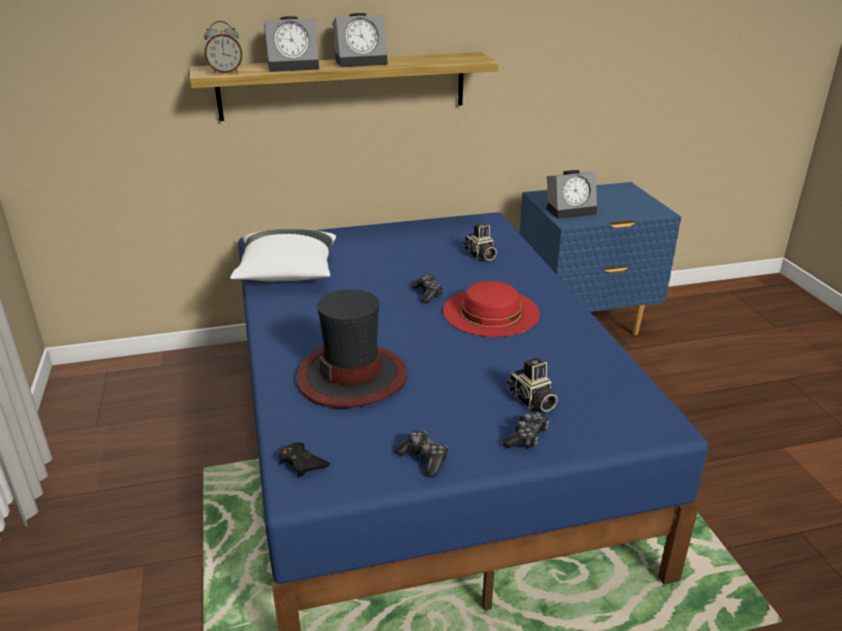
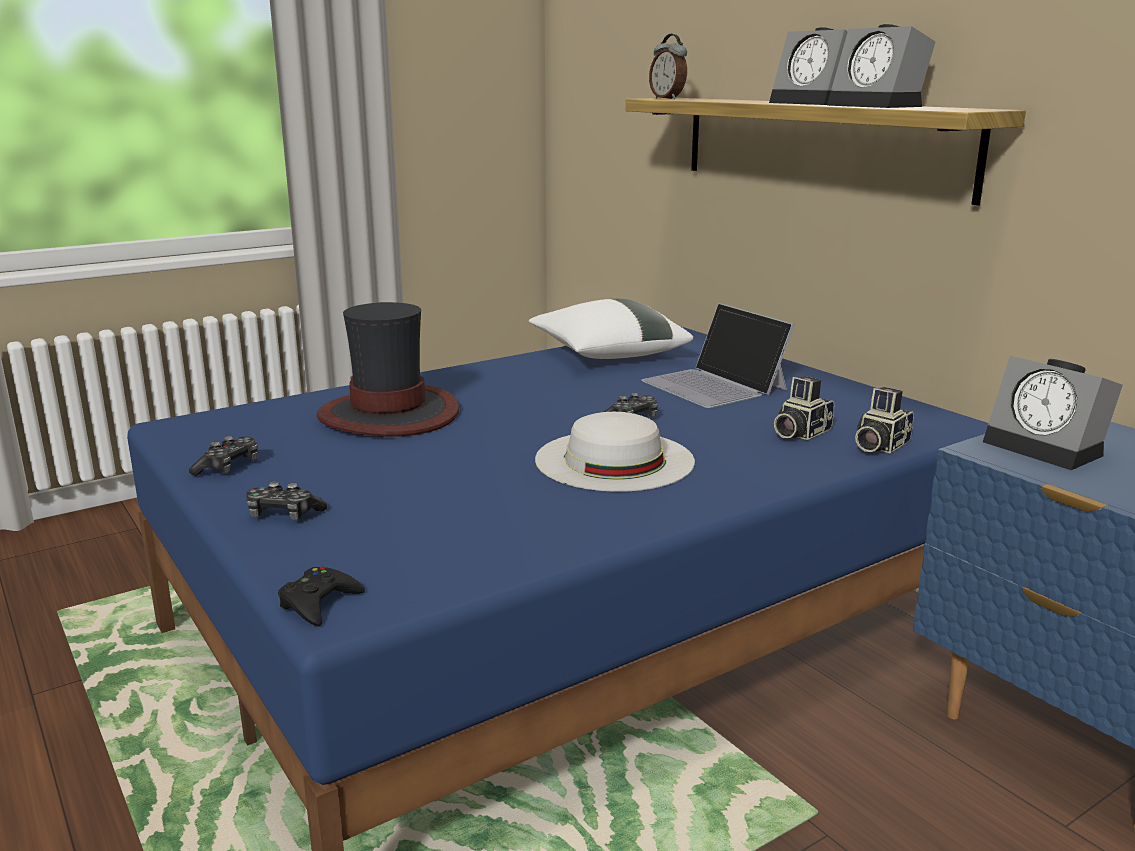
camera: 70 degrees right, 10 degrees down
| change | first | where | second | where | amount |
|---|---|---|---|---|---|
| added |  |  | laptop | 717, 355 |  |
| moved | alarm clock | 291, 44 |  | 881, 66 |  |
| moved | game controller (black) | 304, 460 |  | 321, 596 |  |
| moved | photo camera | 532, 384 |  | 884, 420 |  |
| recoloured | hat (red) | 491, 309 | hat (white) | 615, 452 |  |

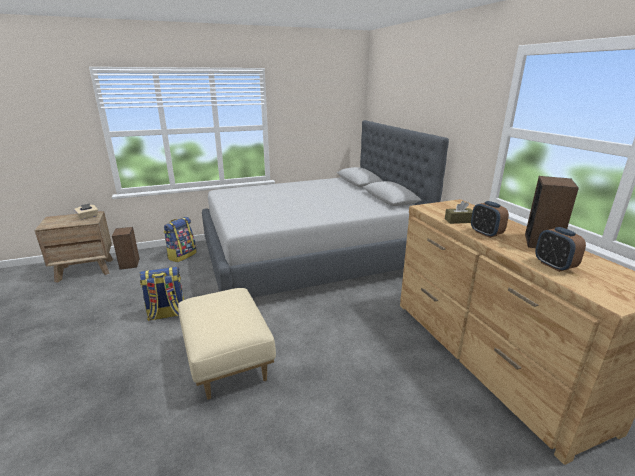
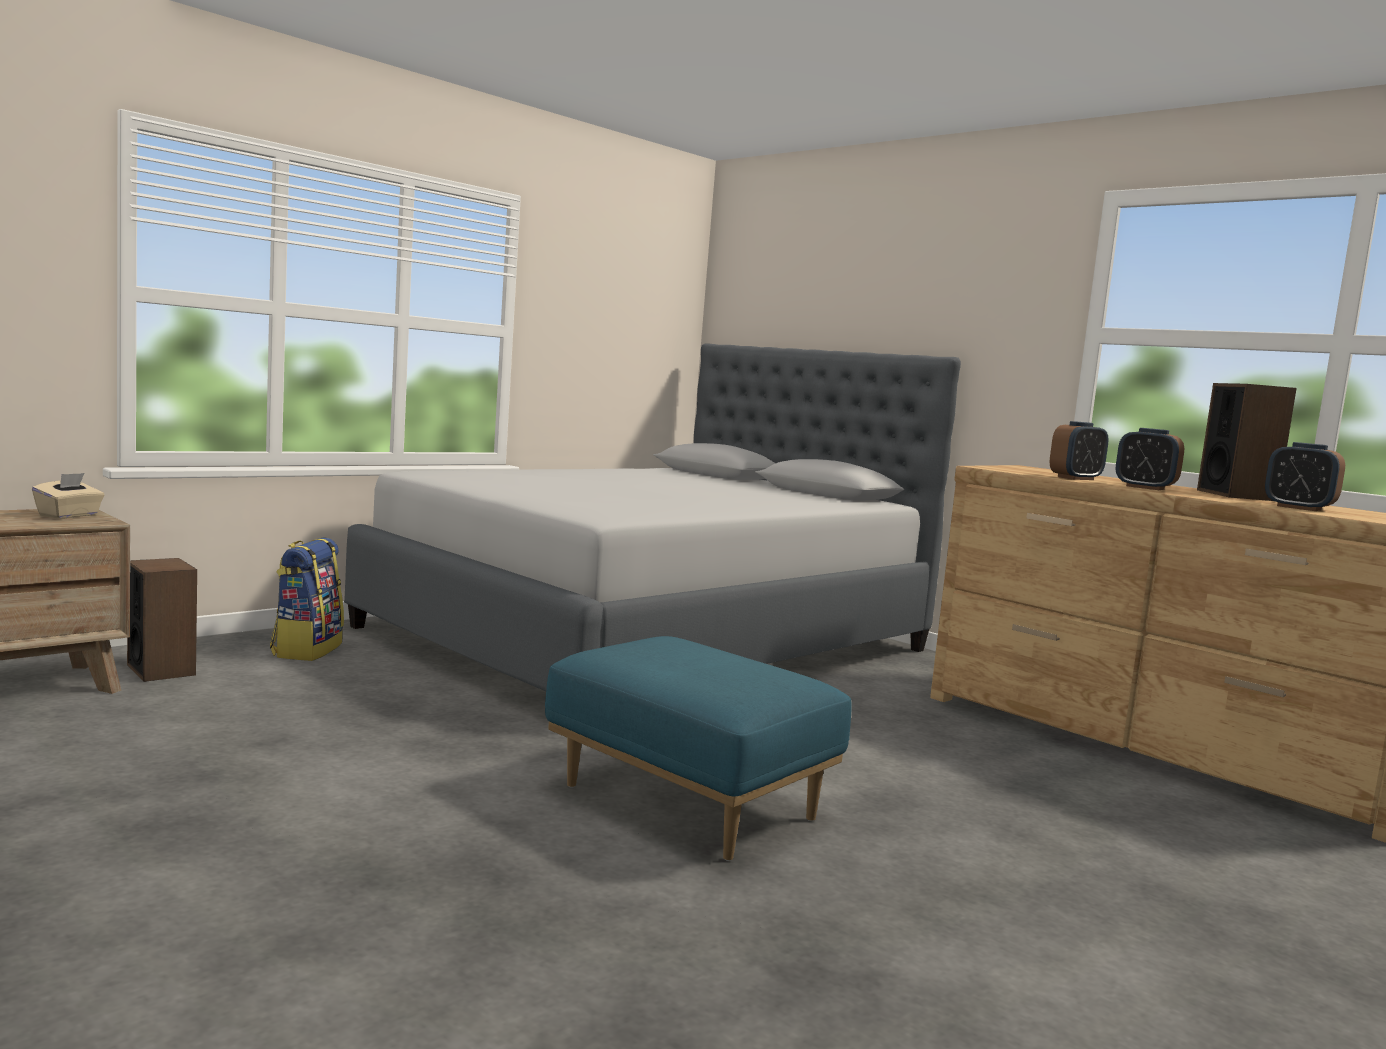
camera: 25 degrees left, 15 degrees down
| change | first | where | second | where | amount |
|---|---|---|---|---|---|
| removed | backpack | 161, 294 |  |  |  |
| replaced | tissue box (brown) | 459, 212 | alarm clock | 1079, 450 |  |
| recoloured | ottoman (beige) | 227, 344 | ottoman (blue) | 698, 748 |  |

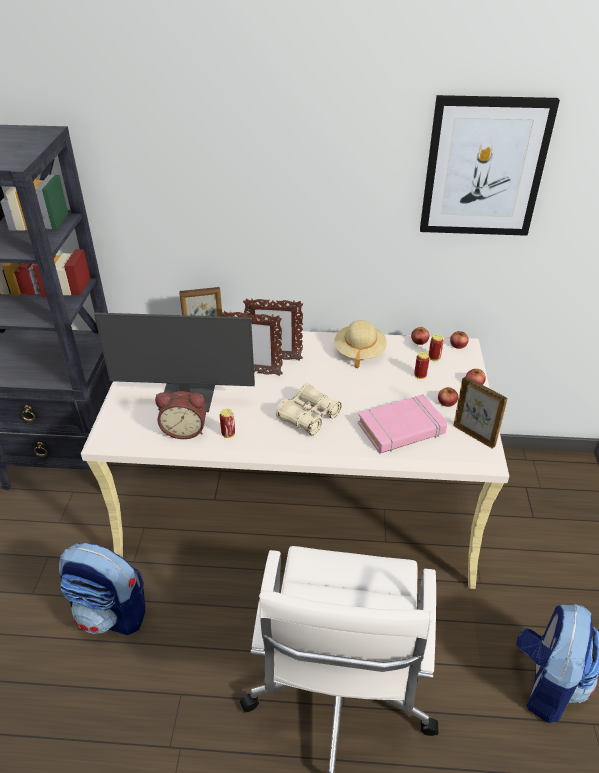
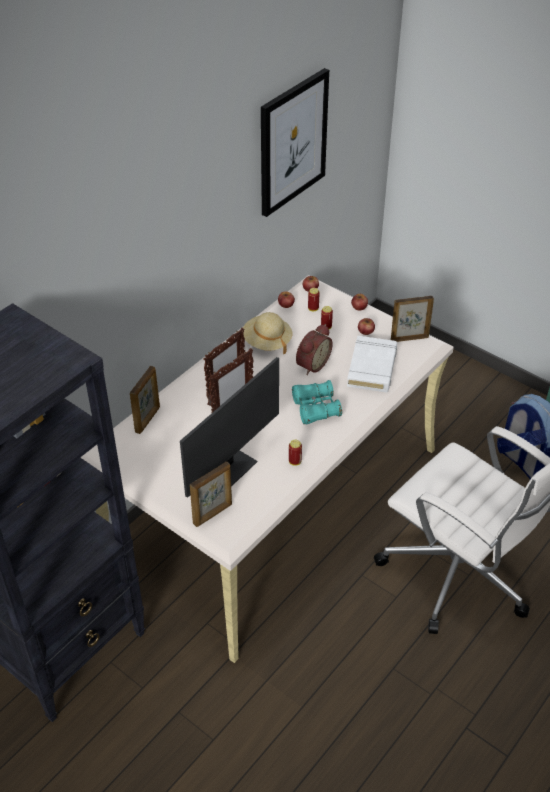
camera: 55 degrees left, 5 degrees up
| change | first | where | second | where | amount |
|---|---|---|---|---|---|
| removed | backpack | 102, 589 |  |  |  |
| added |  |  | picture frame | 211, 494 |  |
| moved | alarm clock | 180, 415 |  | 314, 349 |  |
| recoloured | binoculars (beige) | 308, 409 | binoculars (turquoise) | 317, 402 |  |
| recoloured | book (pink) | 402, 424 | book (white) | 372, 364 |  |

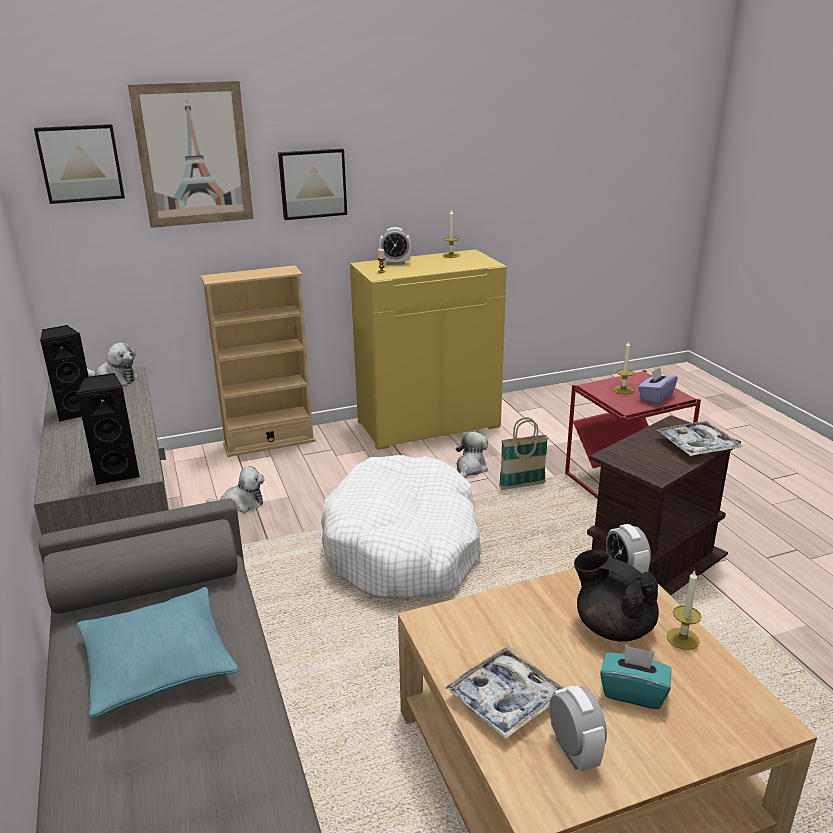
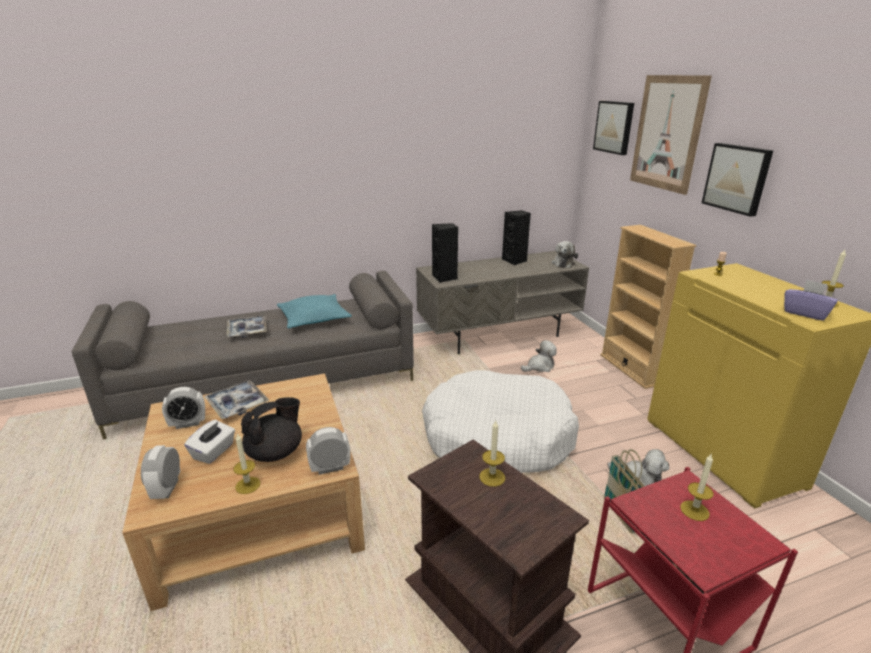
camera: 90 degrees right, 0 degrees up
| change | first | where | second | where | amount |
|---|---|---|---|---|---|
| added |  |  | candle | 492, 454 |  |
| moved | alarm clock | 395, 246 |  | 160, 472 |  |
| moved | tissue box (purple) | 658, 386 |  | 811, 300 |  |
| moved | tray | 699, 438 |  | 247, 326 |  |
| recoloured | tissue box (turquoise) | 635, 677 | tissue box (white) | 209, 442 |  |
| turned | plush toy | 235, 489 |  | 539, 356 | 105 degrees counterclockwise |

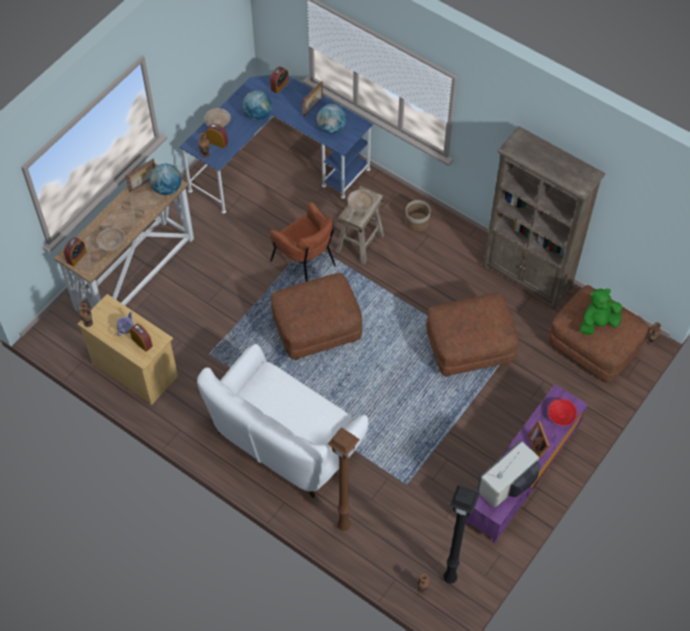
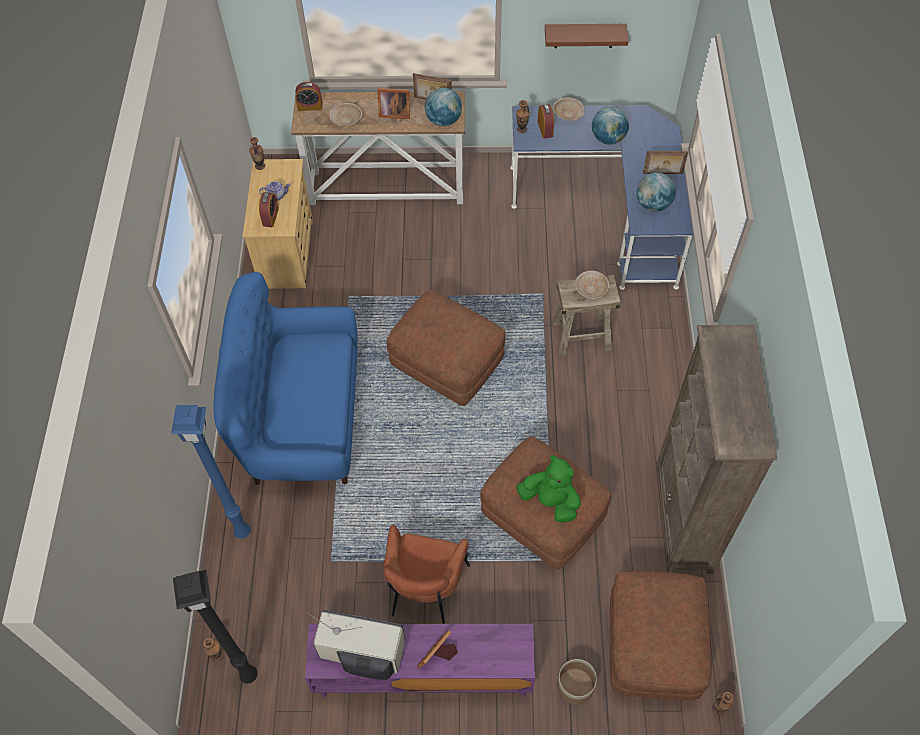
camera: 55 degrees right, 0 degrees up
| change | first | where | second | where | amount |
|---|---|---|---|---|---|
| removed | alarm clock | 279, 80 |  |  |  |
| removed | bowl (red) | 562, 412 |  |  |  |
| added |  |  | picture frame | 393, 103 |  |
| added |  |  | shelf (brown) | 586, 36 |  |
| moved | armchair (brown) | 303, 242 |  | 426, 574 |  |
| moved | planter | 418, 216 |  | 577, 682 |  |
| moved | plush toy (green) | 601, 311 |  | 548, 489 |  |
| recoloured | sofa (white) | 283, 421 | sofa (blue) | 286, 378 |  |
| recoloured | floor lamp (brown) | 344, 479 | floor lamp (blue) | 211, 472 |  |

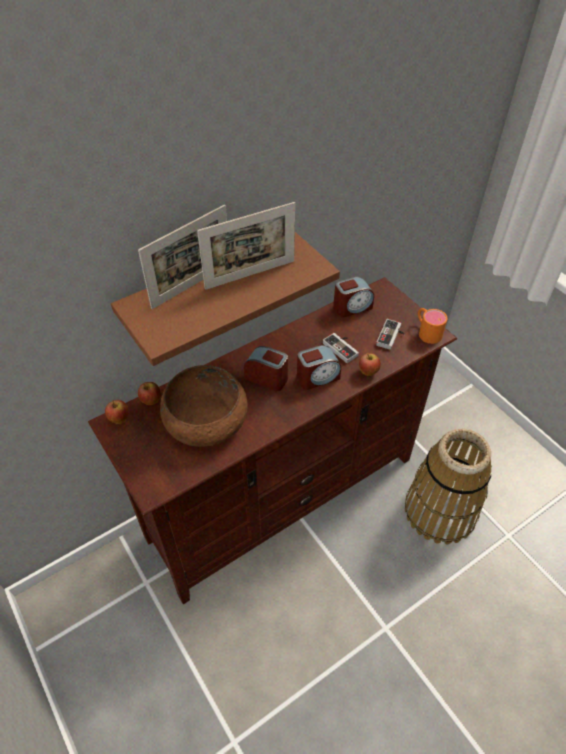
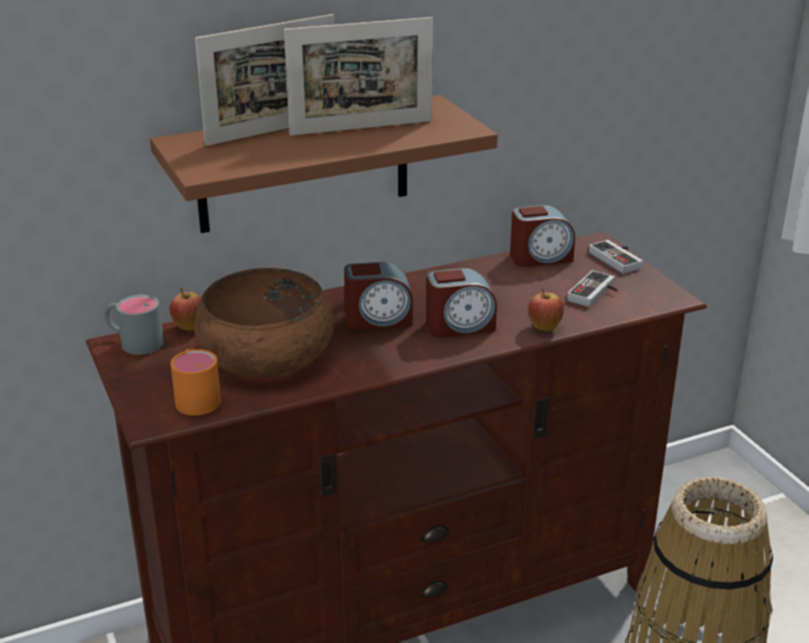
camera: 10 degrees right, 20 degrees down
| change | first | where | second | where | amount |
|---|---|---|---|---|---|
| moved | game controller | 341, 348 |  | 616, 257 |  |
| moved | mug (orange) | 432, 326 |  | 195, 382 |  |
| replaced | apple | 117, 412 | mug (grey) | 134, 324 |  |
| turned | alarm clock | 266, 368 |  | 378, 296 | 135 degrees clockwise |

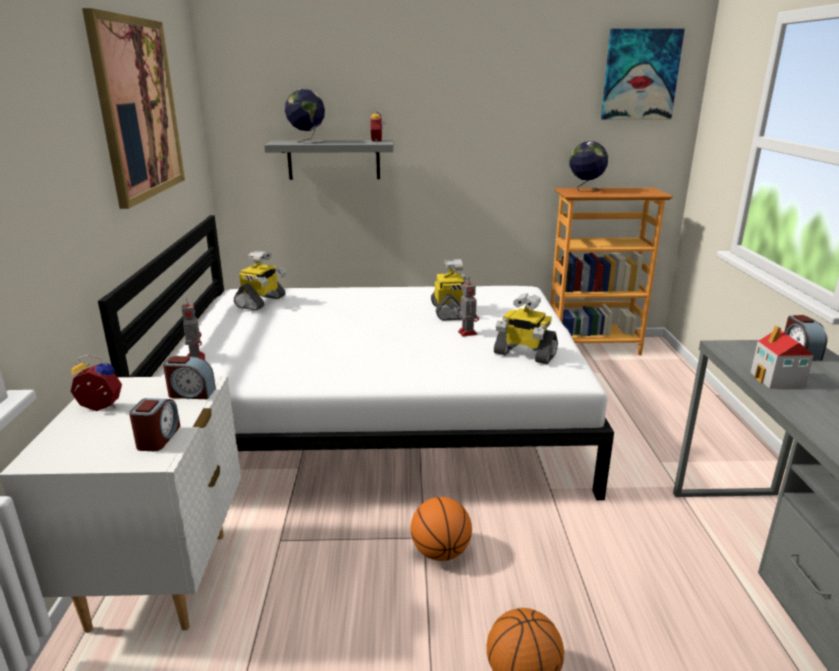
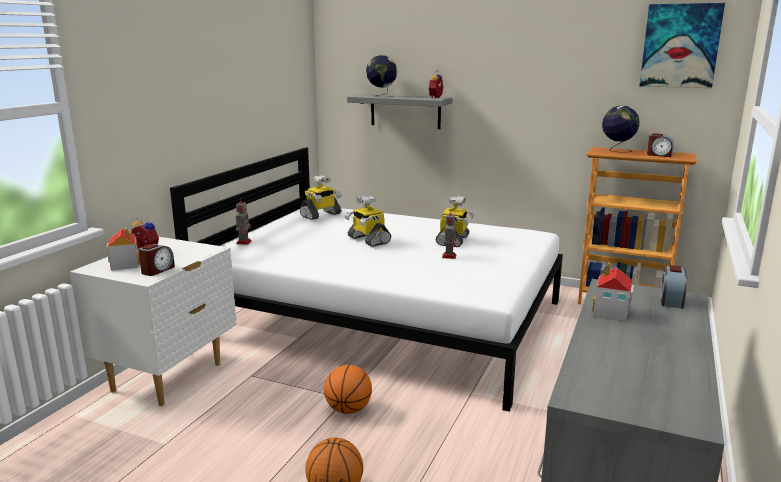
camera: 25 degrees right, 5 degrees down
| change | first | where | second | where | amount |
|---|---|---|---|---|---|
| removed | picture | 133, 108 |  |  |  |
| added |  |  | toy house | 123, 249 |  |
| moved | alarm clock | 189, 377 |  | 660, 145 |  |
| moved | toy robot | 526, 328 |  | 367, 221 |  |

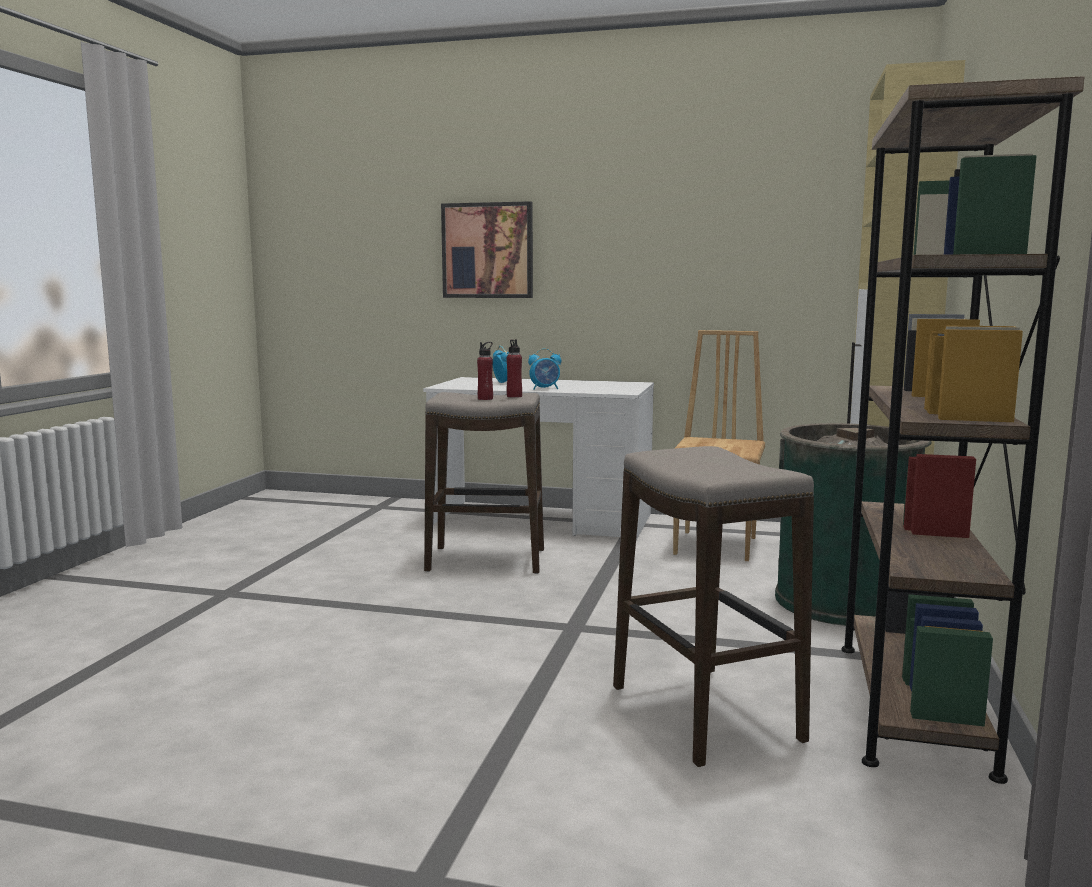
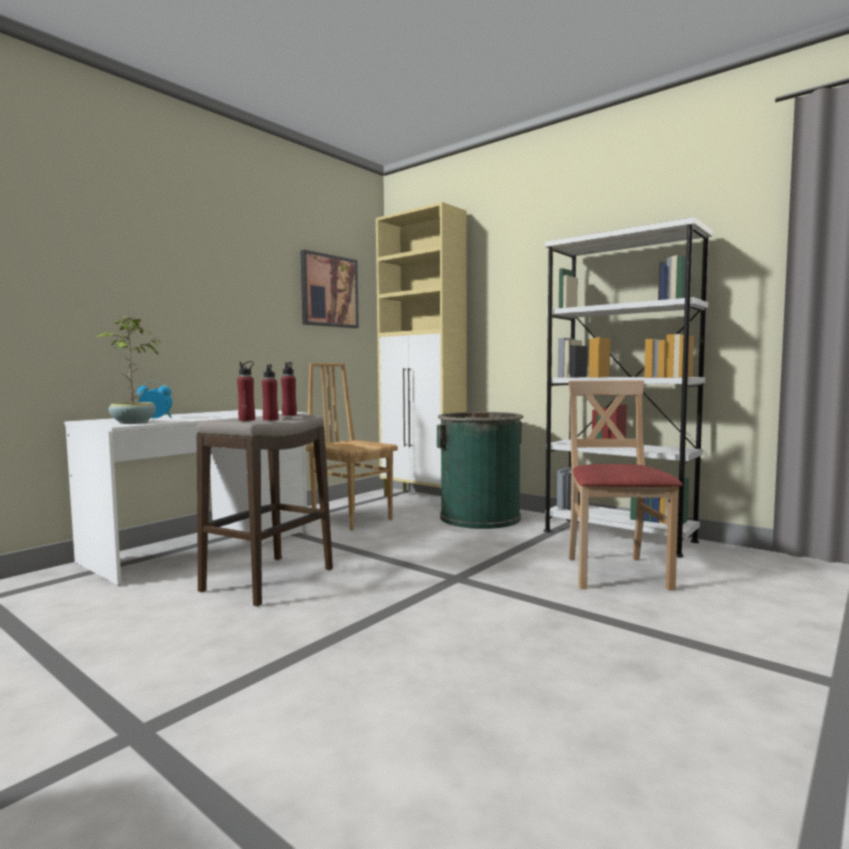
camera: 65 degrees left, 5 degrees down
| change | first | where | second | where | amount |
|---|---|---|---|---|---|
| removed | alarm clock | 544, 369 |  |  |  |
| added |  |  | potted plant | 128, 370 |  |
| added |  |  | bottle (red) | 246, 391 |  |
| moved | picture | 487, 249 |  | 329, 289 |  |
| replaced | stool | 713, 606 | chair (beige) | 625, 485 |  |
| recoloured | bookcase (brown) | 963, 430 | bookcase (white) | 628, 387 |  |

